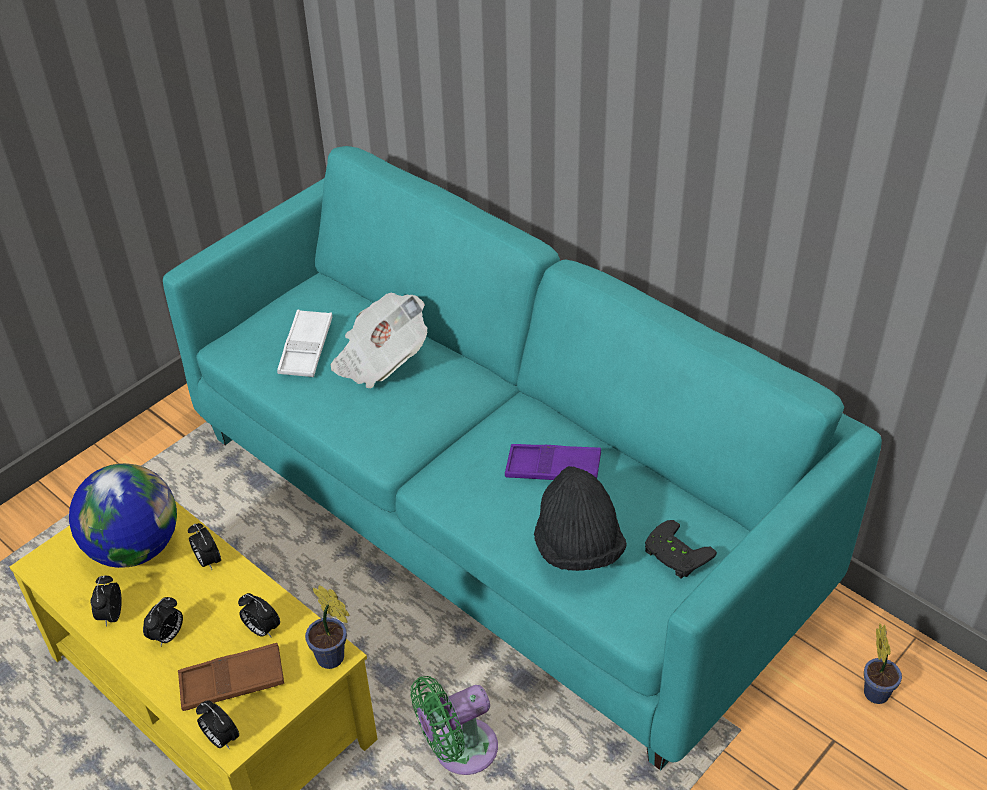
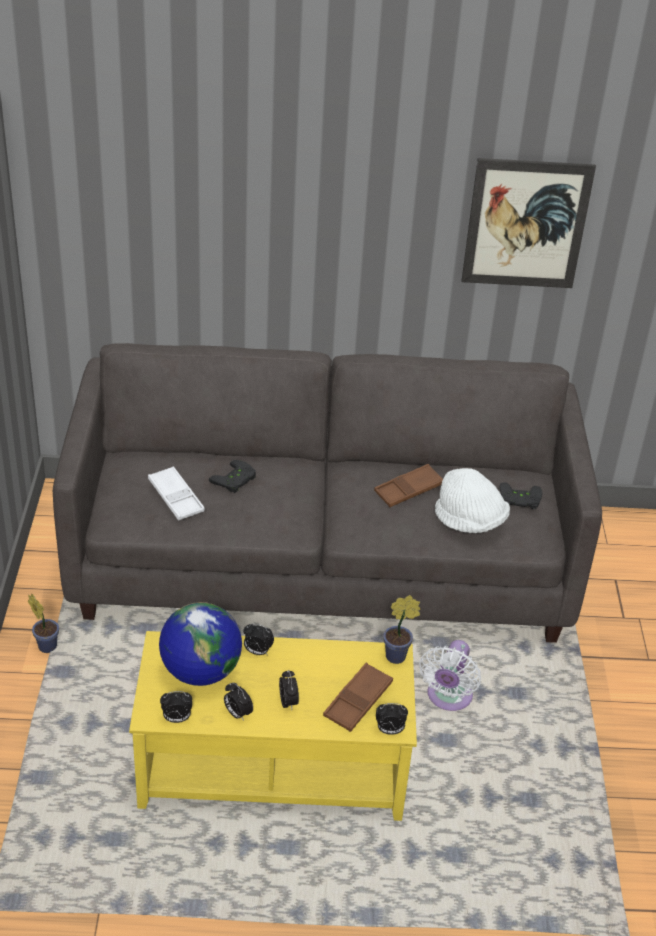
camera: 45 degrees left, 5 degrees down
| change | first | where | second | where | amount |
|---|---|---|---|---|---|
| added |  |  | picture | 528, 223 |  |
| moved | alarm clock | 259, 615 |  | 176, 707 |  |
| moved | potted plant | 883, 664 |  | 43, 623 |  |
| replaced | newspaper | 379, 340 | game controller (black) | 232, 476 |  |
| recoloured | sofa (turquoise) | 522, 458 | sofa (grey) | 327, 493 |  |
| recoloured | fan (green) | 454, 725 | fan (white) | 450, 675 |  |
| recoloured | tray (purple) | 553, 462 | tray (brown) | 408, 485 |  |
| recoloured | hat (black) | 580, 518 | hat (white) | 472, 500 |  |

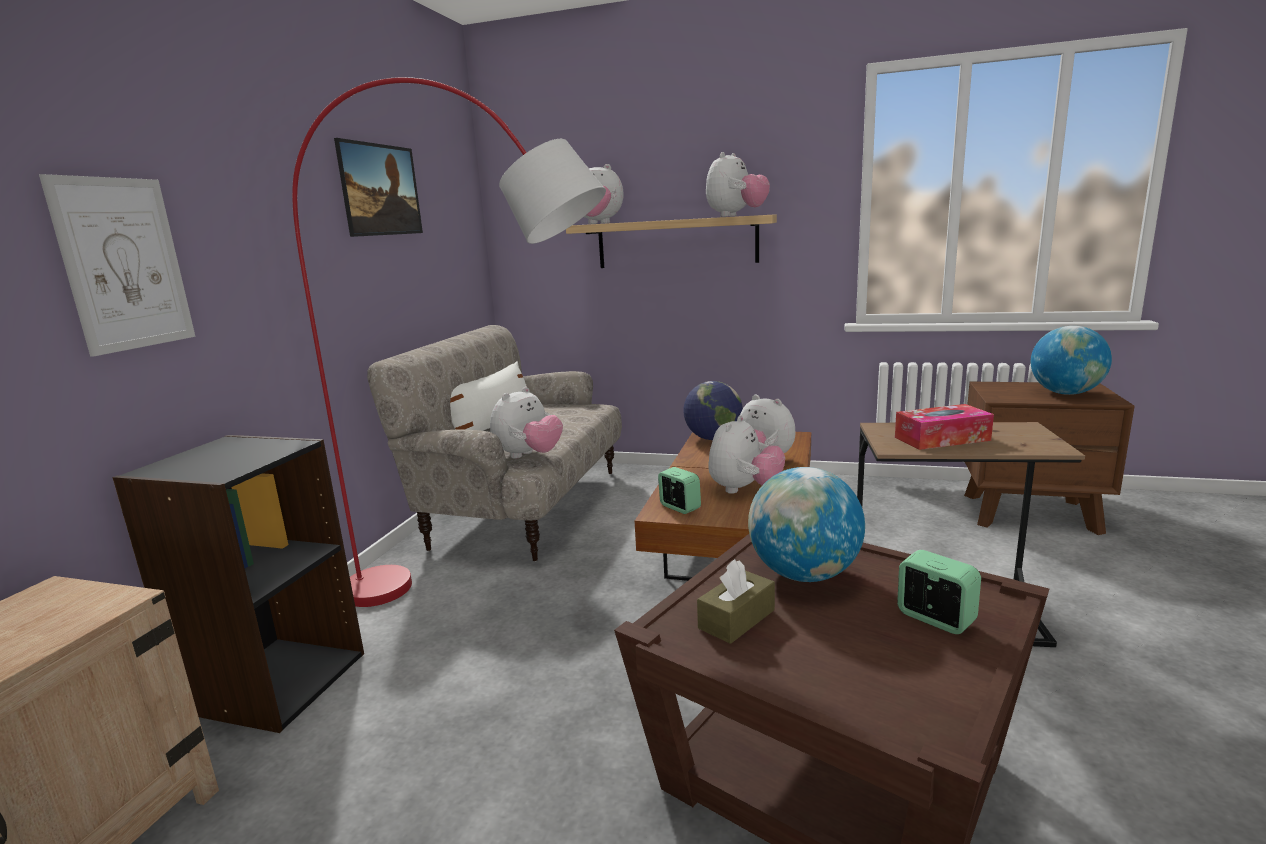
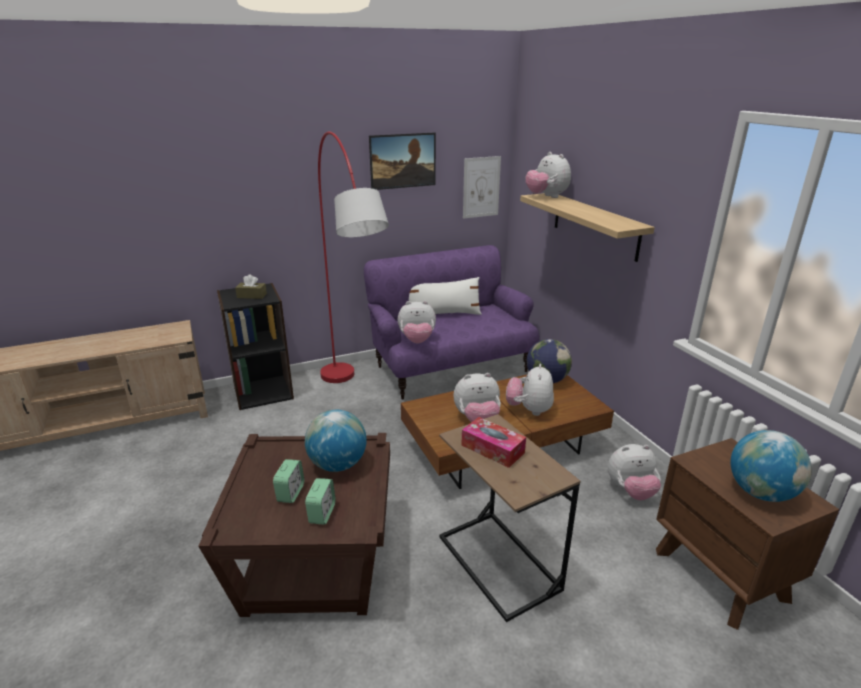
camera: 50 degrees right, 10 degrees up
| change | first | where | second | where | amount |
|---|---|---|---|---|---|
| moved | picture | 117, 265 |  | 482, 187 |  |
| moved | alarm clock | 679, 490 |  | 288, 481 |  |
| moved | tissue box (brown) | 736, 601 |  | 251, 286 |  |
| moved | plush toy | 738, 184 |  | 634, 472 |  |
| recoloured | sofa (beige) | 494, 443 | sofa (purple) | 451, 322 |  |

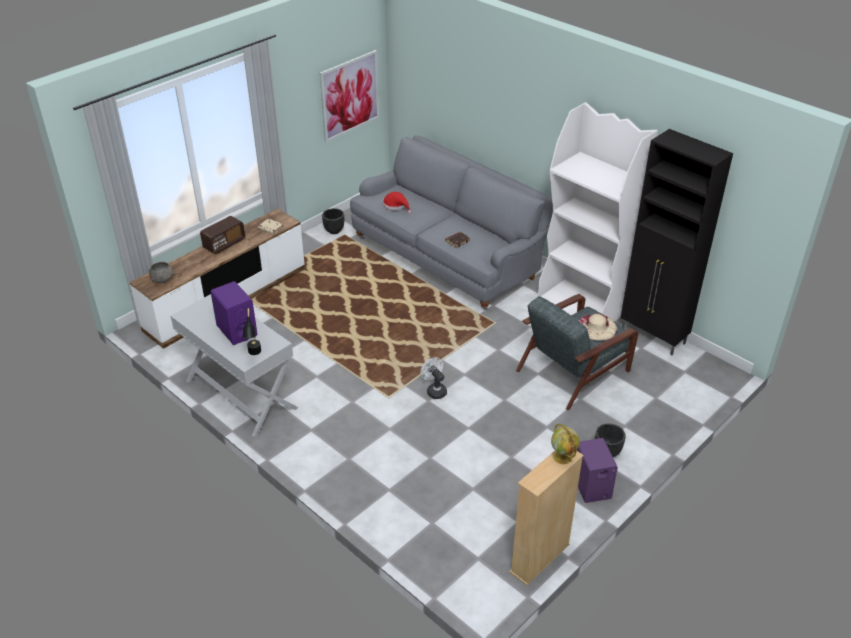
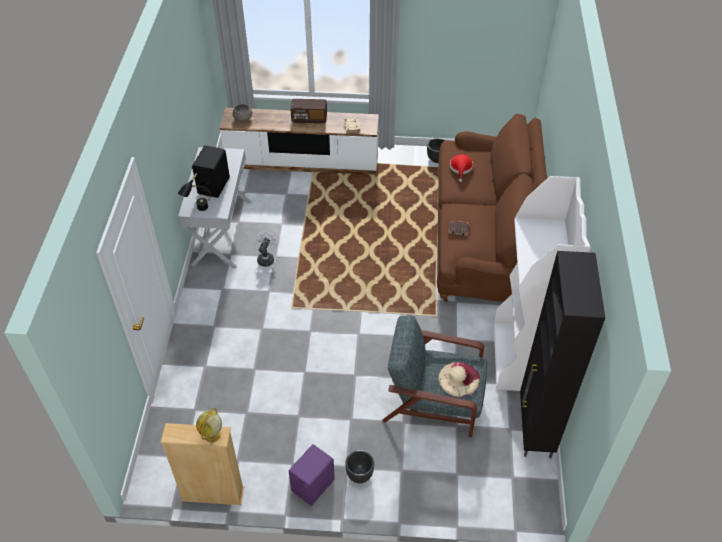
camera: 50 degrees right, 10 degrees up
| change | first | where | second | where | amount |
|---|---|---|---|---|---|
| removed | picture | 349, 96 |  |  |  |
| moved | fan (white) | 433, 378 |  | 266, 249 |  |
| recoloured | speaker (purple) | 234, 313 | speaker (black) | 211, 171 |  |
| recoloured | sofa (grey) | 451, 222 | sofa (brown) | 492, 208 |  |

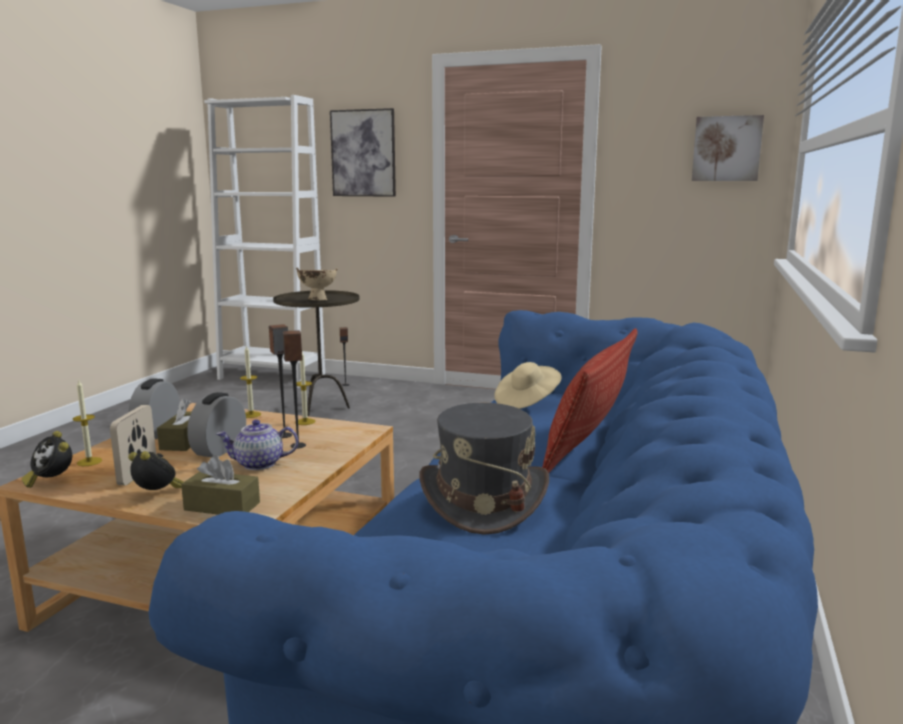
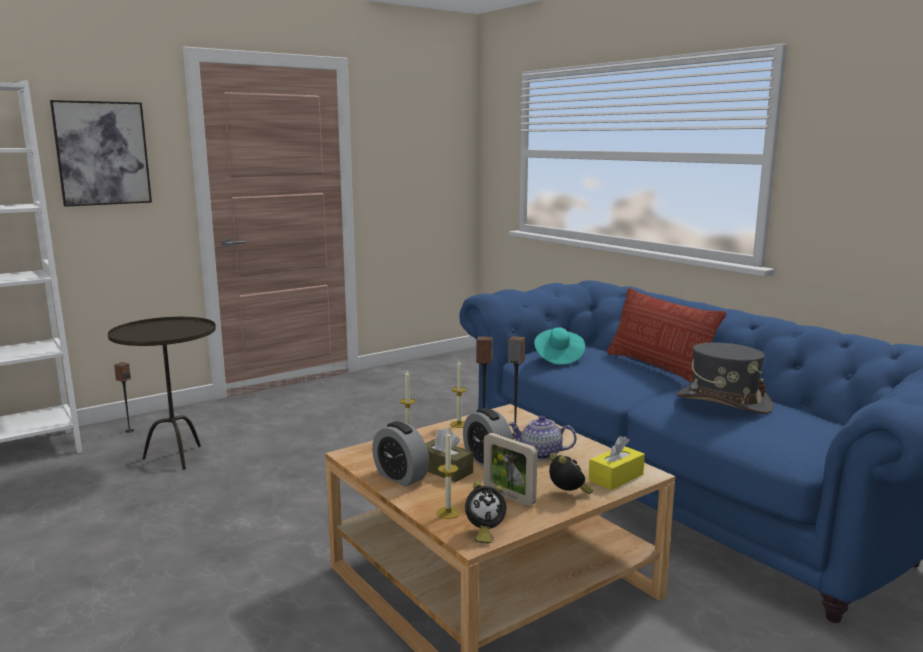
camera: 55 degrees left, 0 degrees up
| change | first | where | second | where | amount |
|---|---|---|---|---|---|
| removed | bowl (beige) | 316, 284 |  |  |  |
| removed | picture | 728, 148 |  |  |  |
| recoloured | tissue box (brown) | 220, 485 | tissue box (yellow) | 617, 463 |  |
| recoloured | hat (beige) | 528, 385 | hat (turquoise) | 559, 346 |  |
| turned | alarm clock | 155, 470 |  | 571, 473 | 90 degrees clockwise |
| turned | teapot | 257, 444 |  | 542, 438 | 75 degrees clockwise |

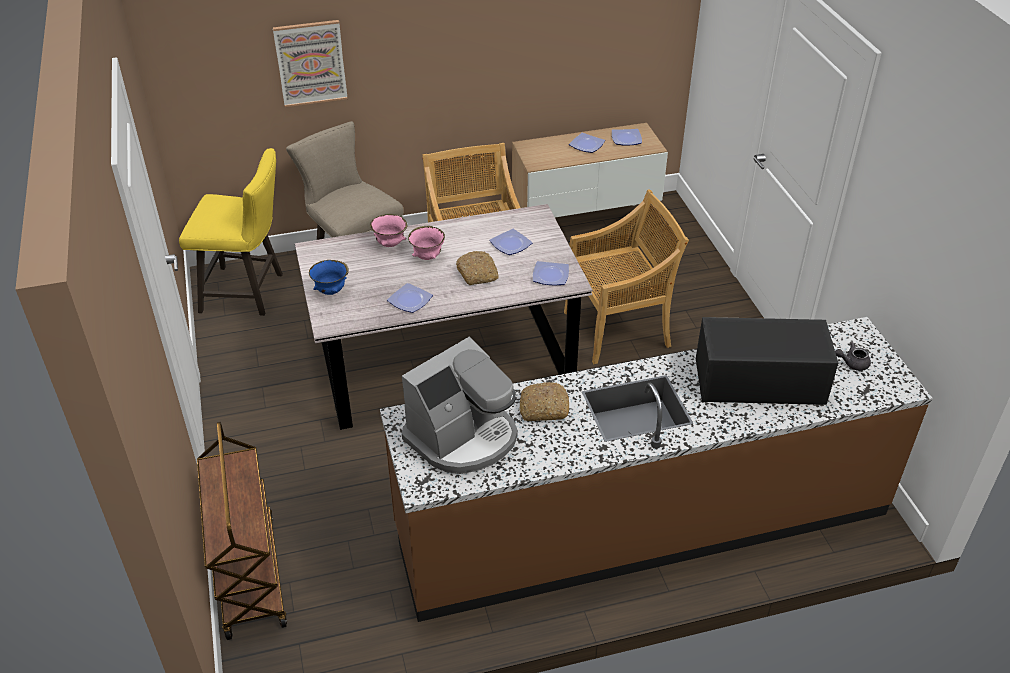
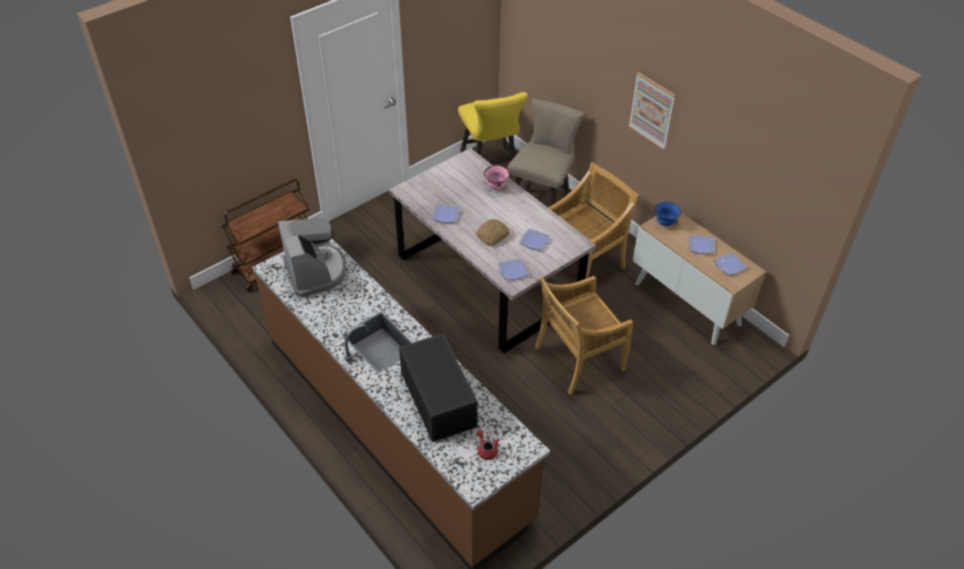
camera: 65 degrees right, 5 degrees up
| change | first | where | second | where | amount |
|---|---|---|---|---|---|
| removed | bowl (pink) | 426, 243 |  |  |  |
| removed | bread | 544, 401 |  |  |  |
| moved | picture | 310, 63 |  | 652, 111 |  |
| moved | bowl (blue) | 329, 277 |  | 668, 213 |  |
| recoloured | teapot (grey) | 853, 356 | teapot (red) | 488, 445 |  |
| turned | coffee machine | 460, 405 |  | 312, 258 | 135 degrees counterclockwise |
| turned | chair (beige) | 626, 277 |  | 584, 335 | 105 degrees clockwise |

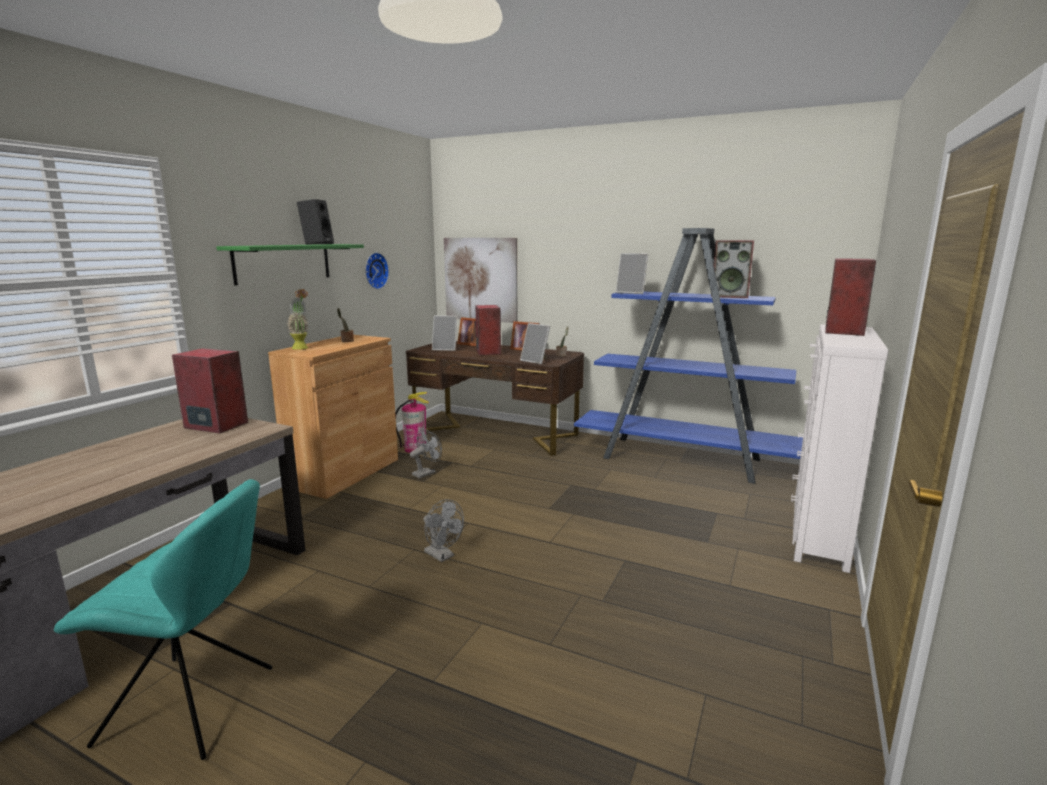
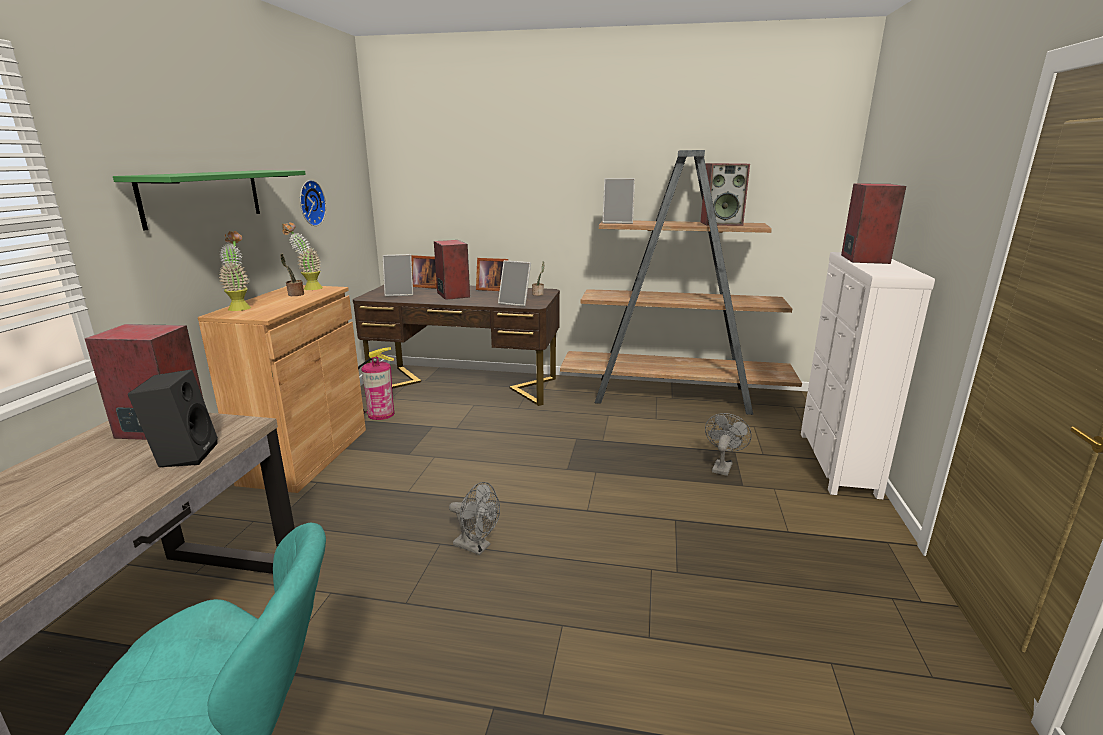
camera: 15 degrees left, 5 degrees up
| change | first | where | second | where | amount |
|---|---|---|---|---|---|
| removed | picture | 480, 280 |  |  |  |
| added |  |  | potted plant | 302, 256 |  |
| moved | speaker (black) | 315, 222 |  | 173, 418 |  |
| moved | fan (grey) | 426, 453 |  | 728, 444 |  |
| recoloured | bookcase (blue) | 688, 356 | bookcase (brown) | 681, 282 |  |

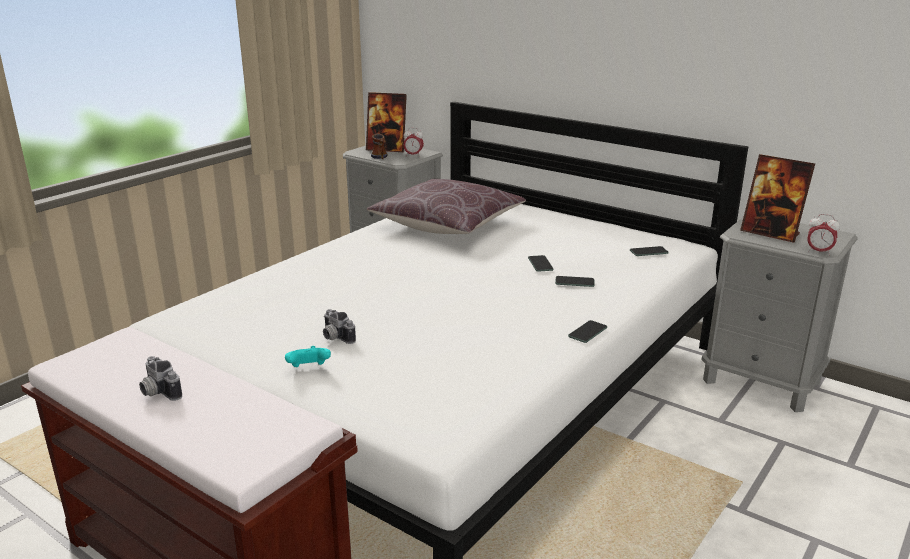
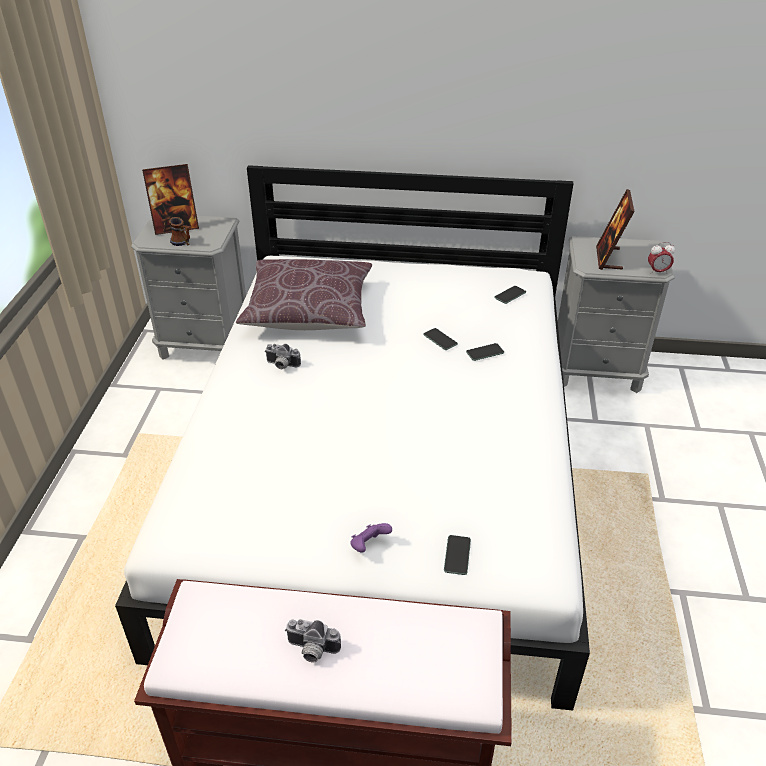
camera: 30 degrees left, 15 degrees up
| change | first | where | second | where | amount |
|---|---|---|---|---|---|
| removed | alarm clock | 413, 142 |  |  |  |
| moved | photo camera | 339, 326 |  | 283, 356 |  |
| moved | phone | 587, 331 |  | 457, 555 |  |
| recoloured | game controller (turquoise) | 308, 356 | game controller (purple) | 371, 538 |  |
| turned | picture frame | 777, 198 |  | 615, 229 | 90 degrees clockwise |

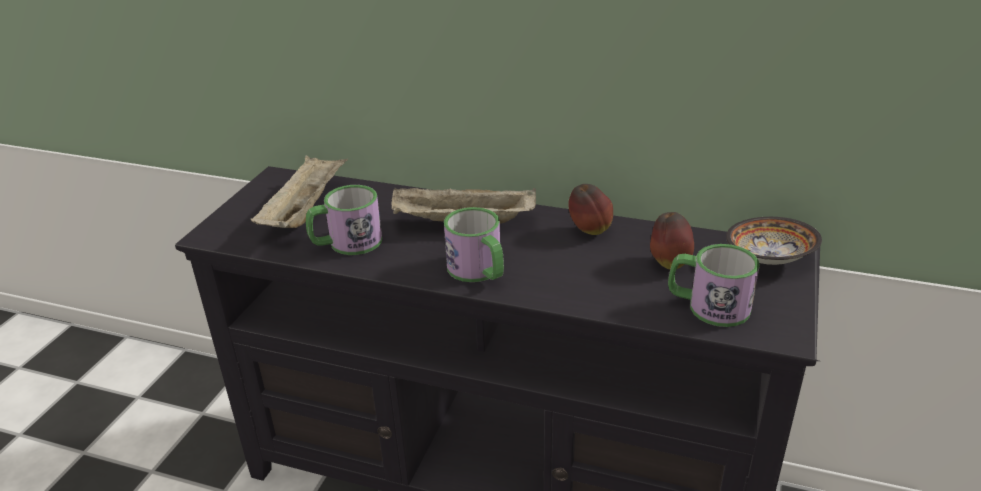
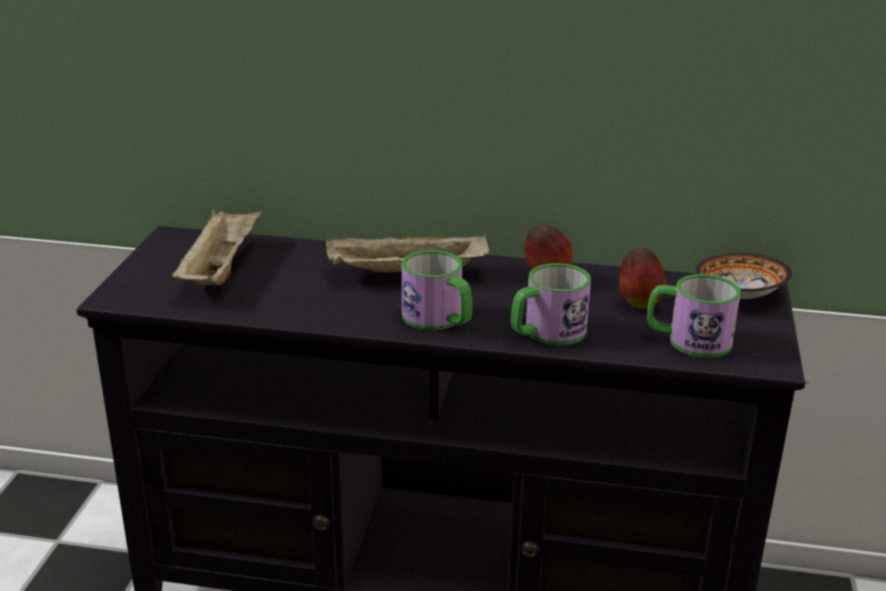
camera: 10 degrees left, 5 degrees down
| change | first | where | second | where | amount |
|---|---|---|---|---|---|
| moved | mug | 344, 220 |  | 551, 304 |  |

